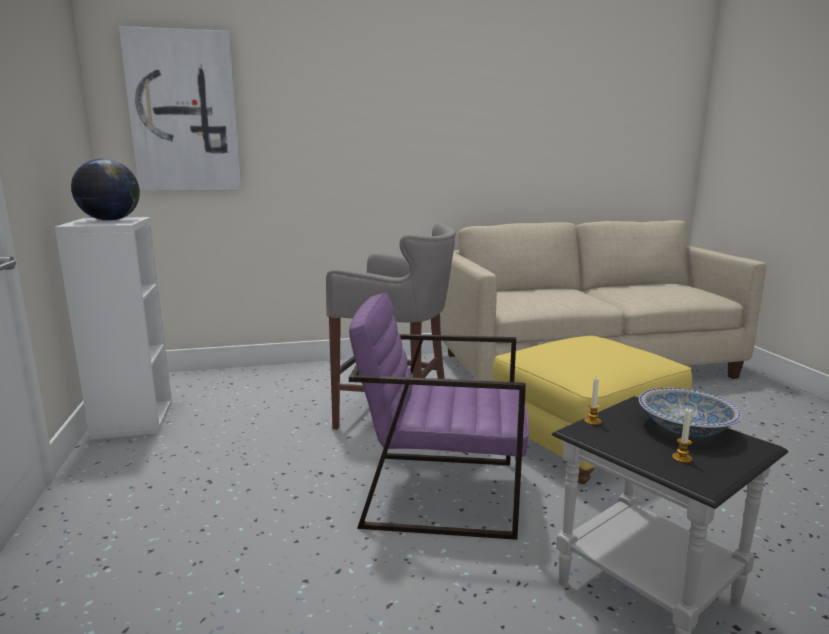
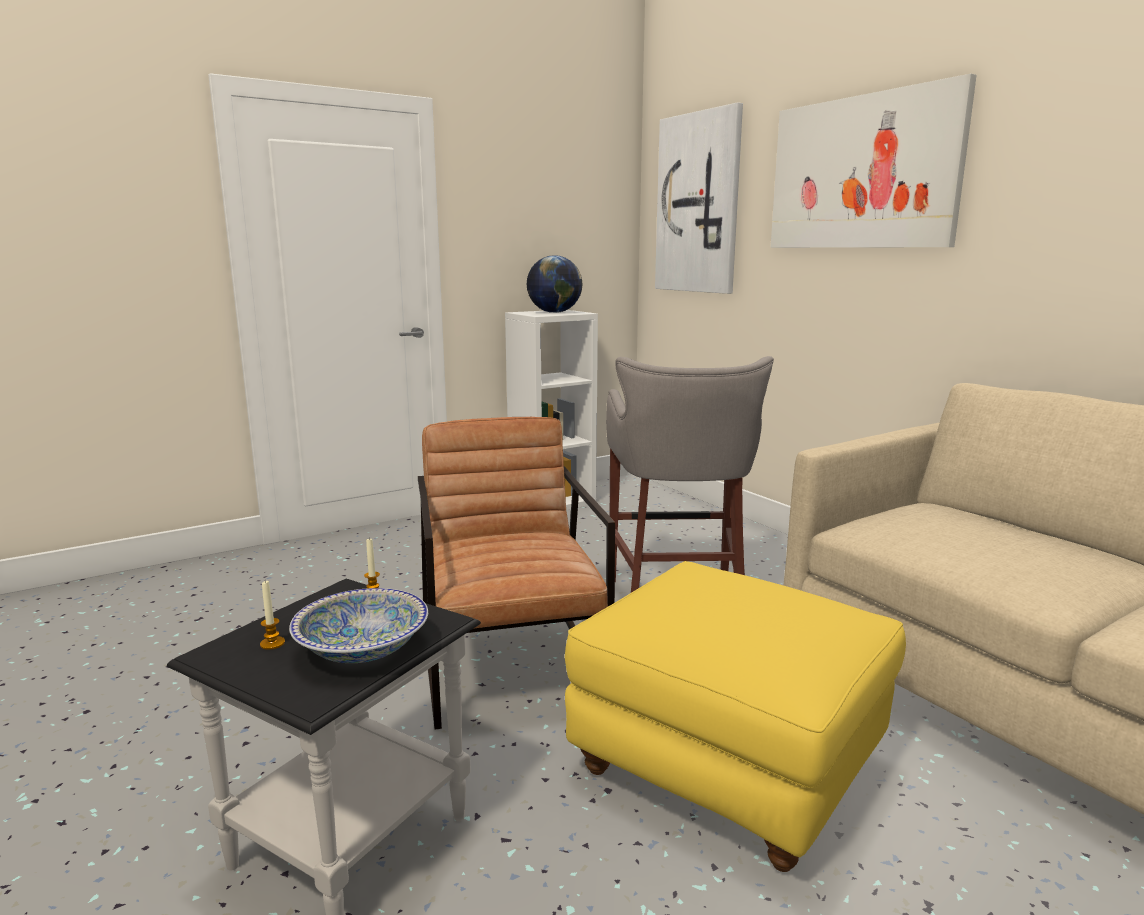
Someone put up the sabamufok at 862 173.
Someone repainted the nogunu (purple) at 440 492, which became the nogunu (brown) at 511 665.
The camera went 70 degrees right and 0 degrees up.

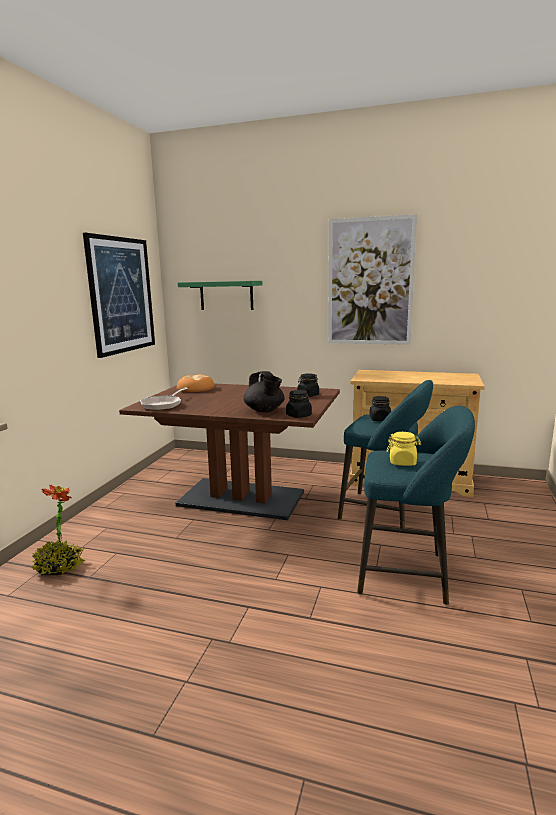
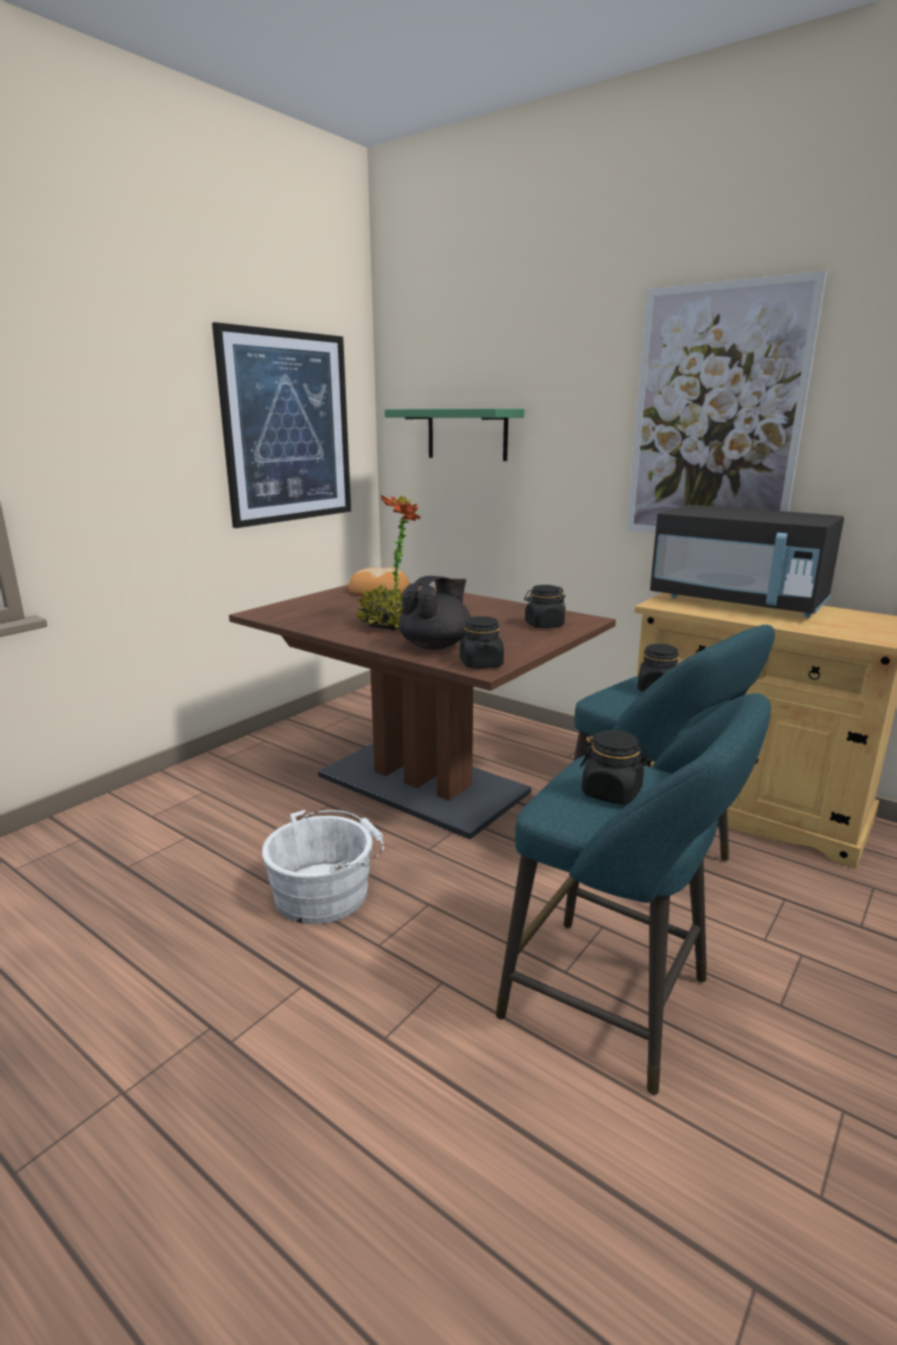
Someone took away the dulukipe at 163 405.
Someone put down the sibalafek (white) at 327 892.
Someone put down the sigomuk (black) at 737 603.
Someone carried the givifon from 59 567 to 391 625.
Someone repainted the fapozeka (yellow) at 402 462, which became the fapozeka (black) at 612 793.
Someone rotated the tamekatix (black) at 264 410 by 135 degrees counterclockwise.
The camera went 20 degrees right and 5 degrees up.

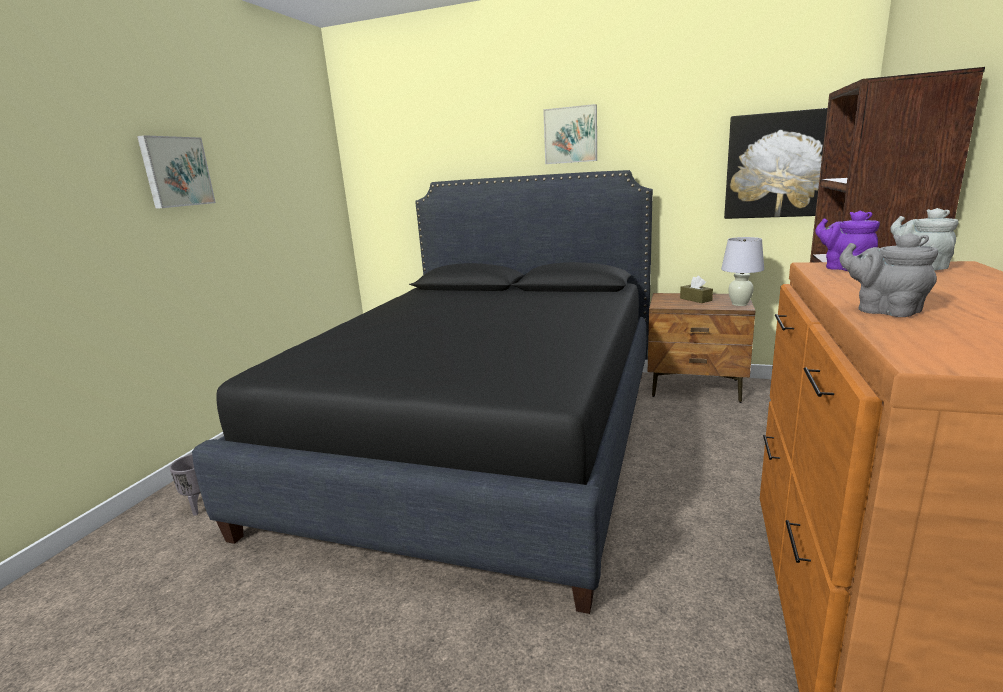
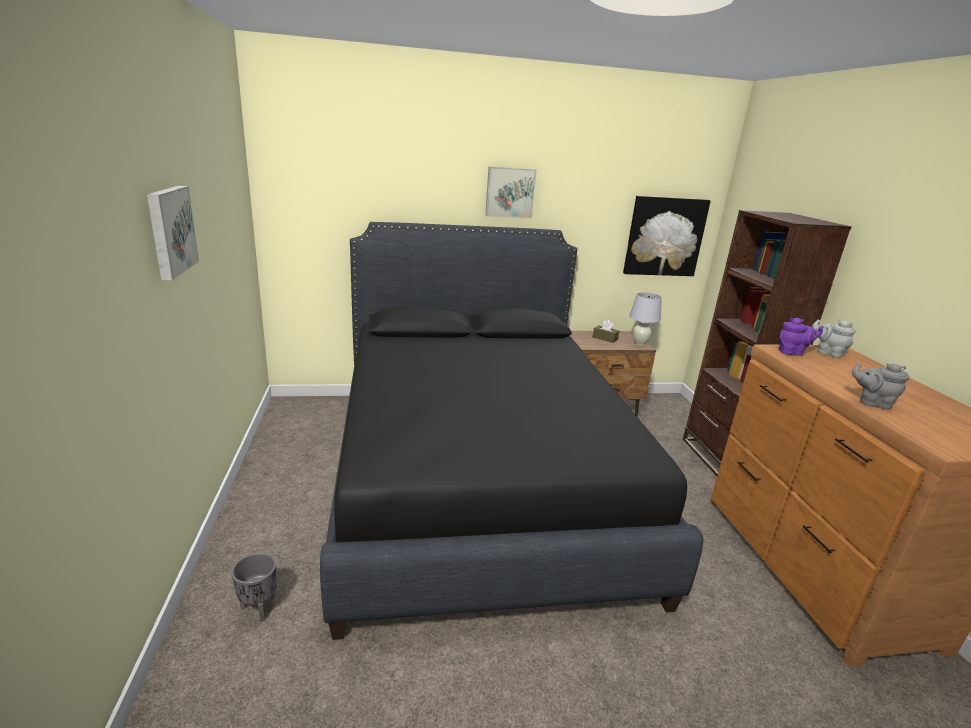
Someone rotated the tamekatix (purple) at 844 268 by 150 degrees clockwise.
The camera went 30 degrees left and 5 degrees up.

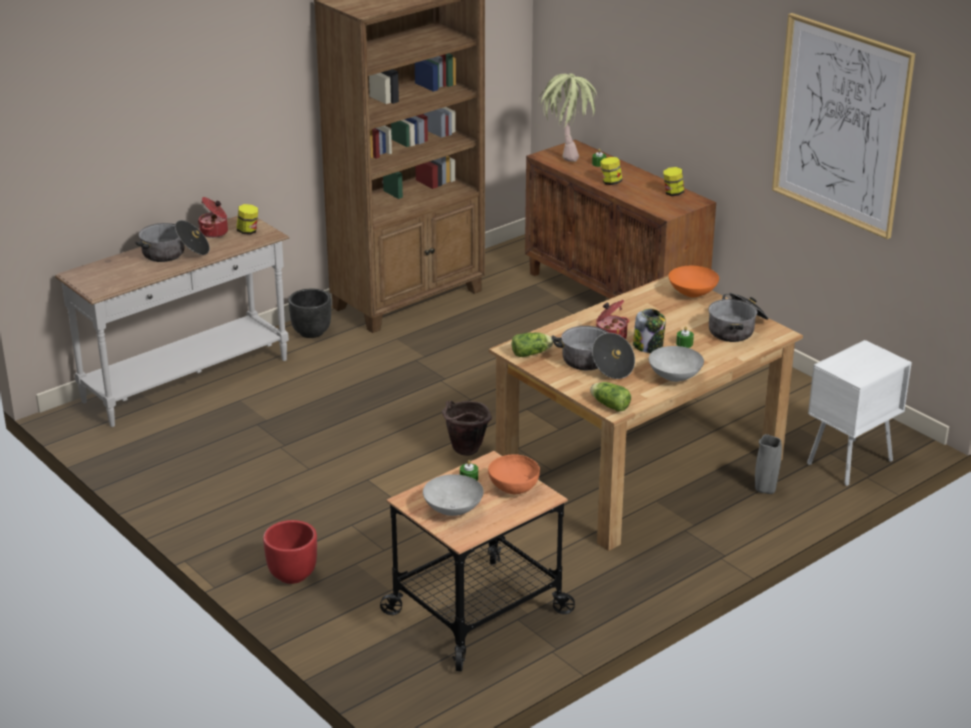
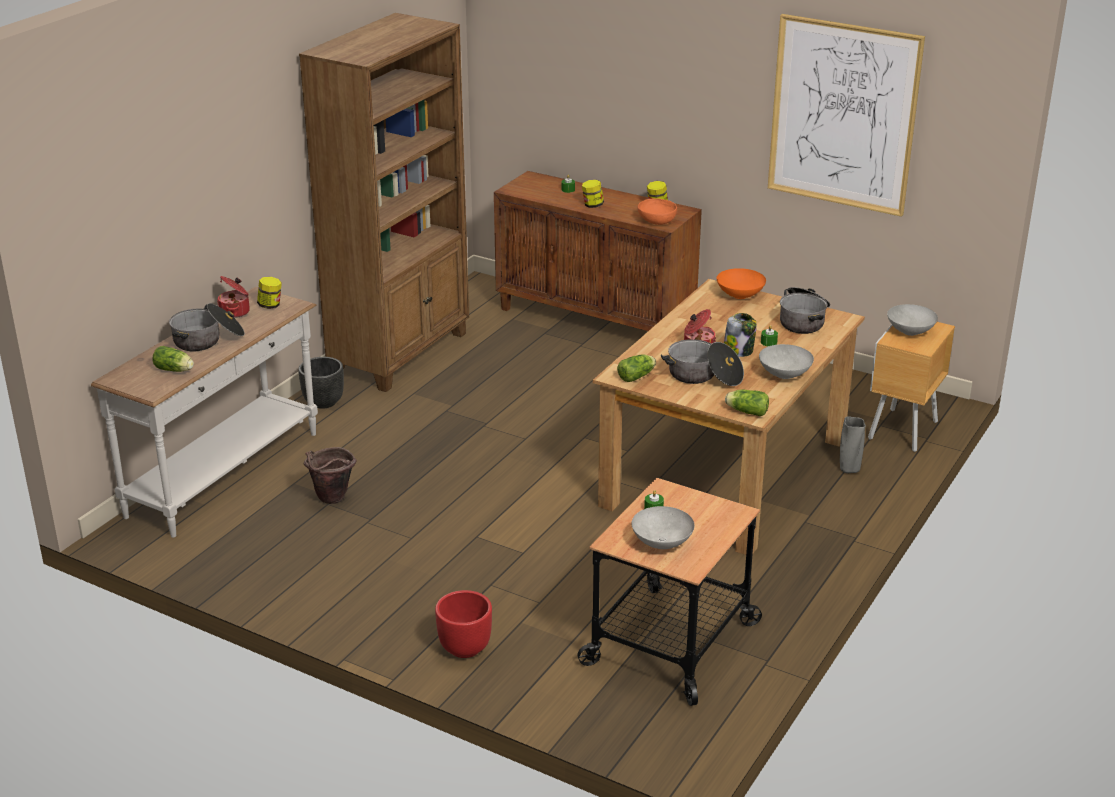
Someone took away the givifon at 567 153.
Someone put down the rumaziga at 175 370.
Someone put down the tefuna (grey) at 909 331.
Someone carried the sibalafek (brown) from 465 452 to 331 500.
Someone carried the tefuna (orange) from 513 486 to 656 221.
Someone repainted the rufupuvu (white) at 847 463, which became the rufupuvu (brown) at 901 431.
The camera went 20 degrees left and 0 degrees up.

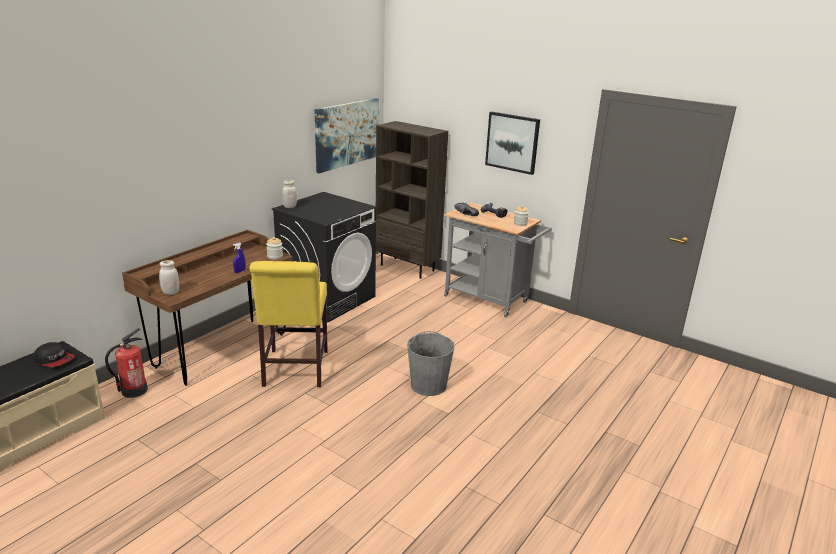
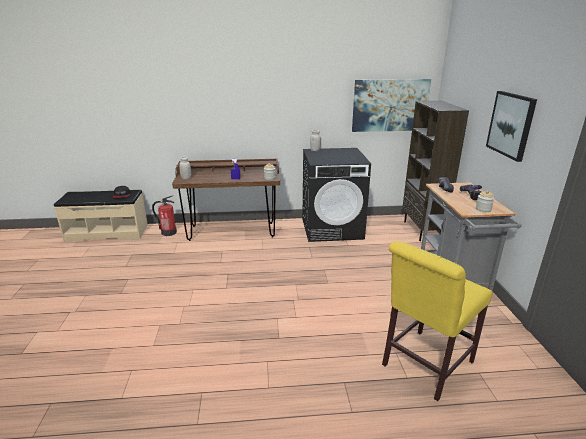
Someone took away the sibalafek (grey) at 428 385.
Someone carried the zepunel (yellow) from 294 370 to 424 365.
The camera went 50 degrees right and 0 degrees up.

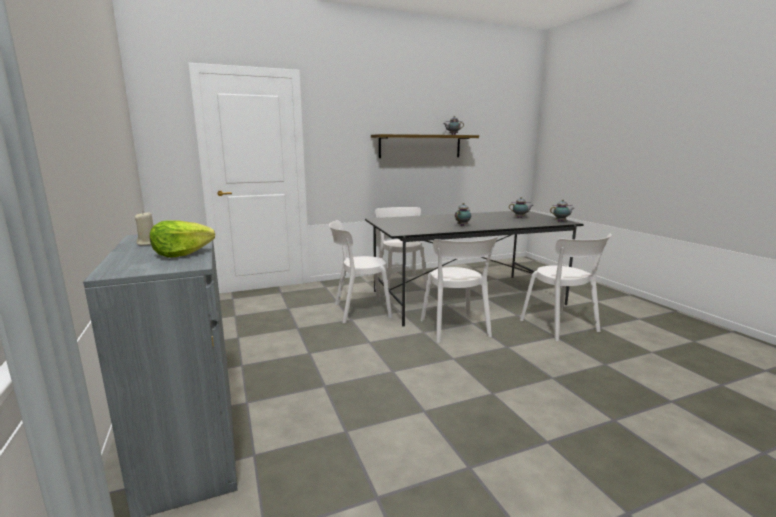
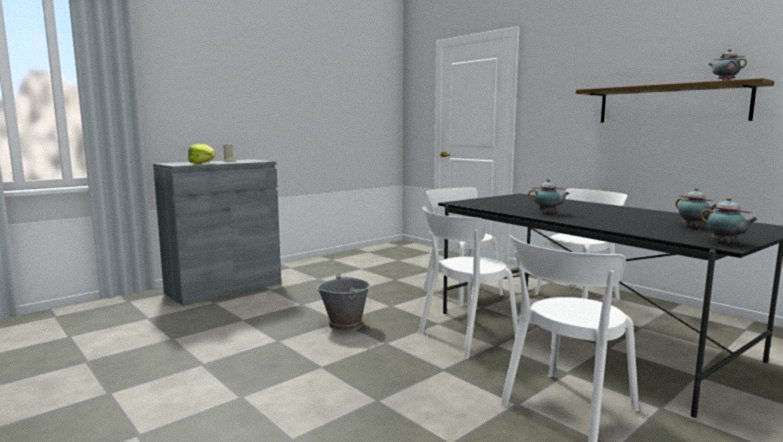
Someone put down the sibalafek (grey) at 345 324.
The camera went 70 degrees right and 5 degrees down.

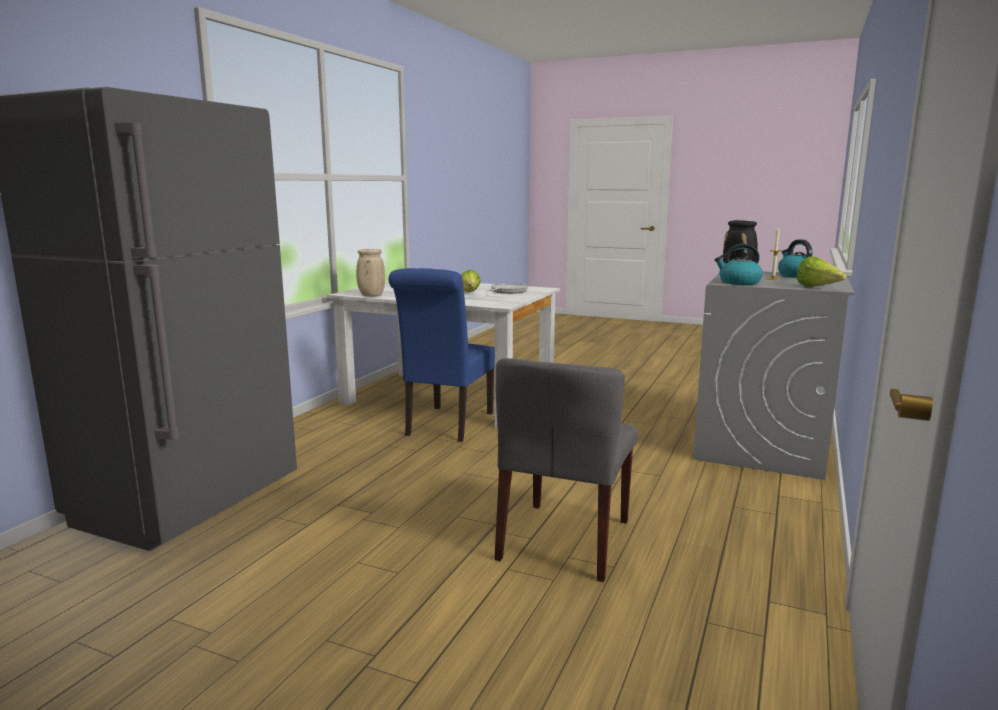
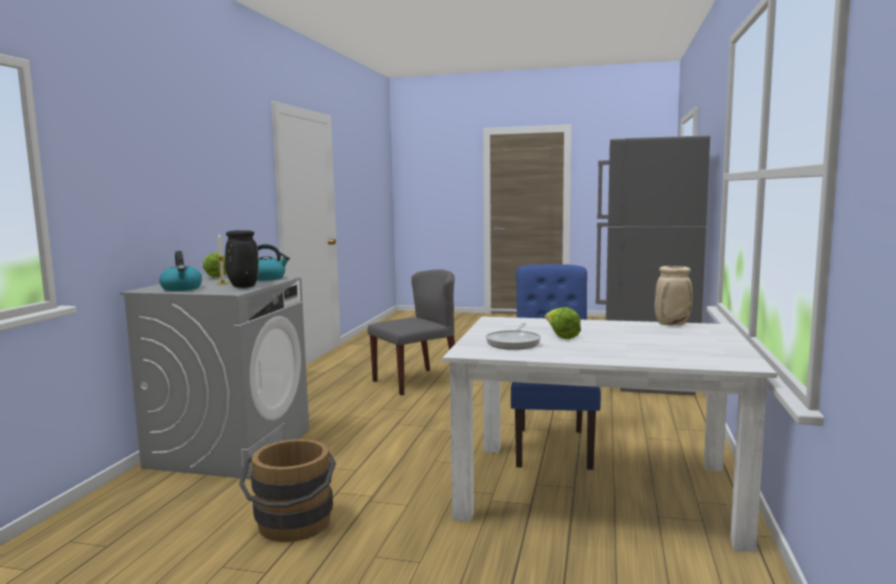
Someone put down the sibalafek (brown) at 292 527.
Someone rotated the zepunel (grey) at 565 540 by 45 degrees clockwise.
The camera went 170 degrees right and 5 degrees down.

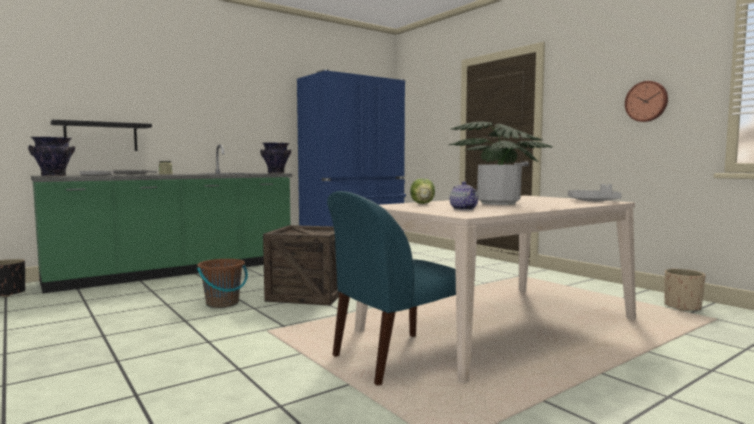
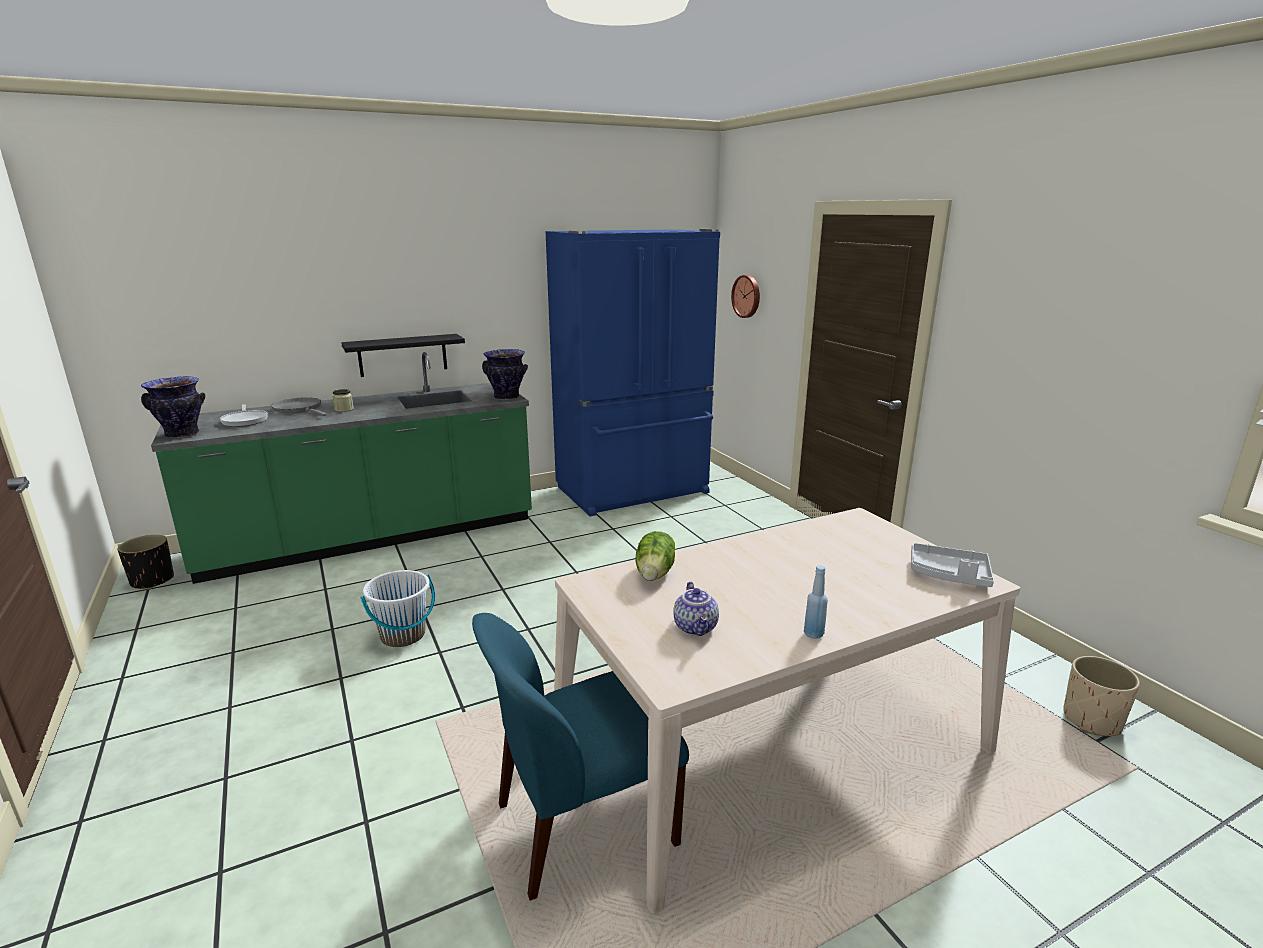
Someone took away the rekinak at 308 294.
Someone took away the givifon at 498 203.
Someone put down the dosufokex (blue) at 813 634.
Someone carried the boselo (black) from 101 136 to 403 355.
Someone carried the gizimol from 646 101 to 747 296.
Someone repainted the sibalafek (brown) at 222 304, which became the sibalafek (white) at 403 635.
The camera went 10 degrees right and 15 degrees up.

